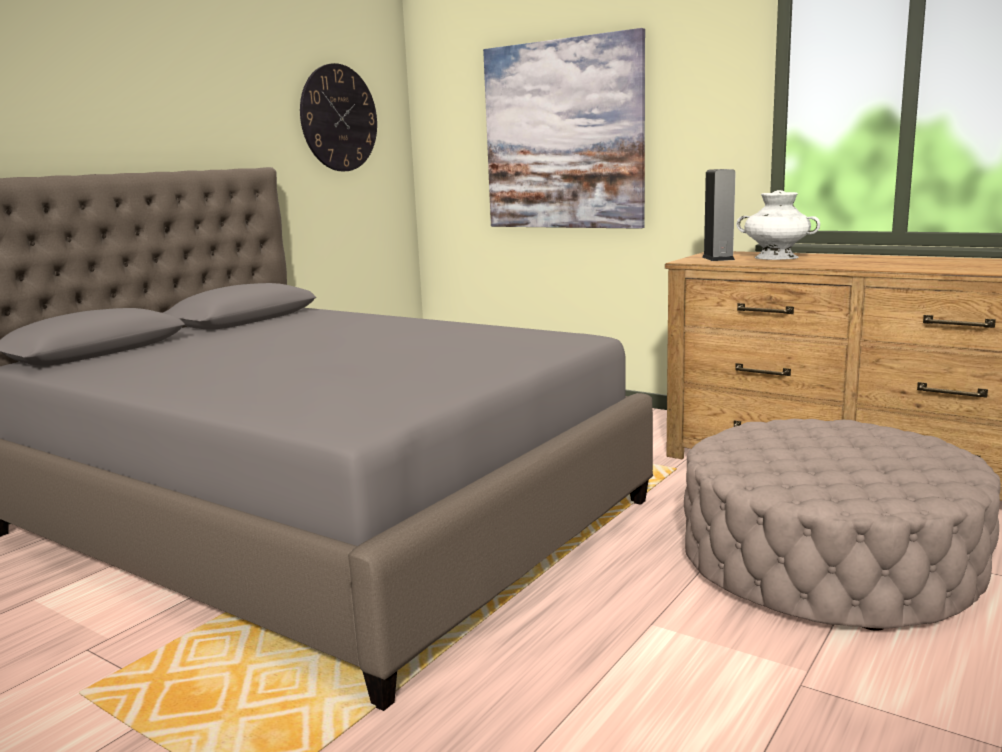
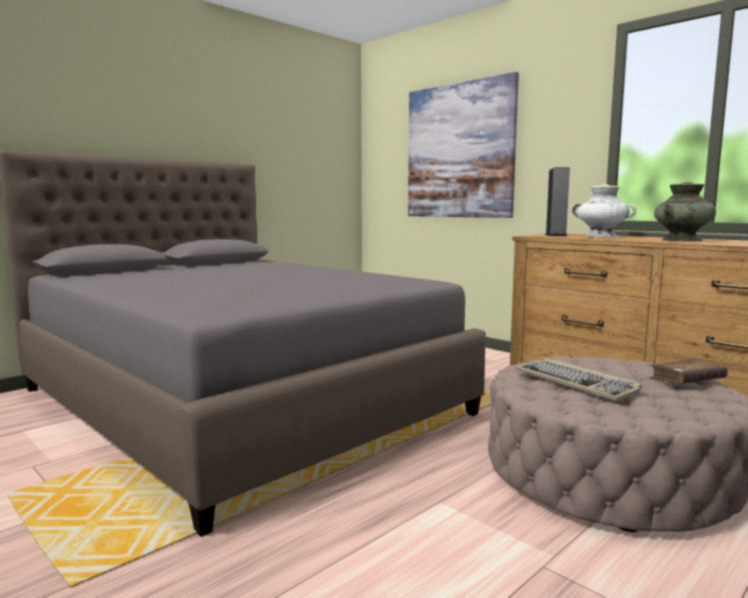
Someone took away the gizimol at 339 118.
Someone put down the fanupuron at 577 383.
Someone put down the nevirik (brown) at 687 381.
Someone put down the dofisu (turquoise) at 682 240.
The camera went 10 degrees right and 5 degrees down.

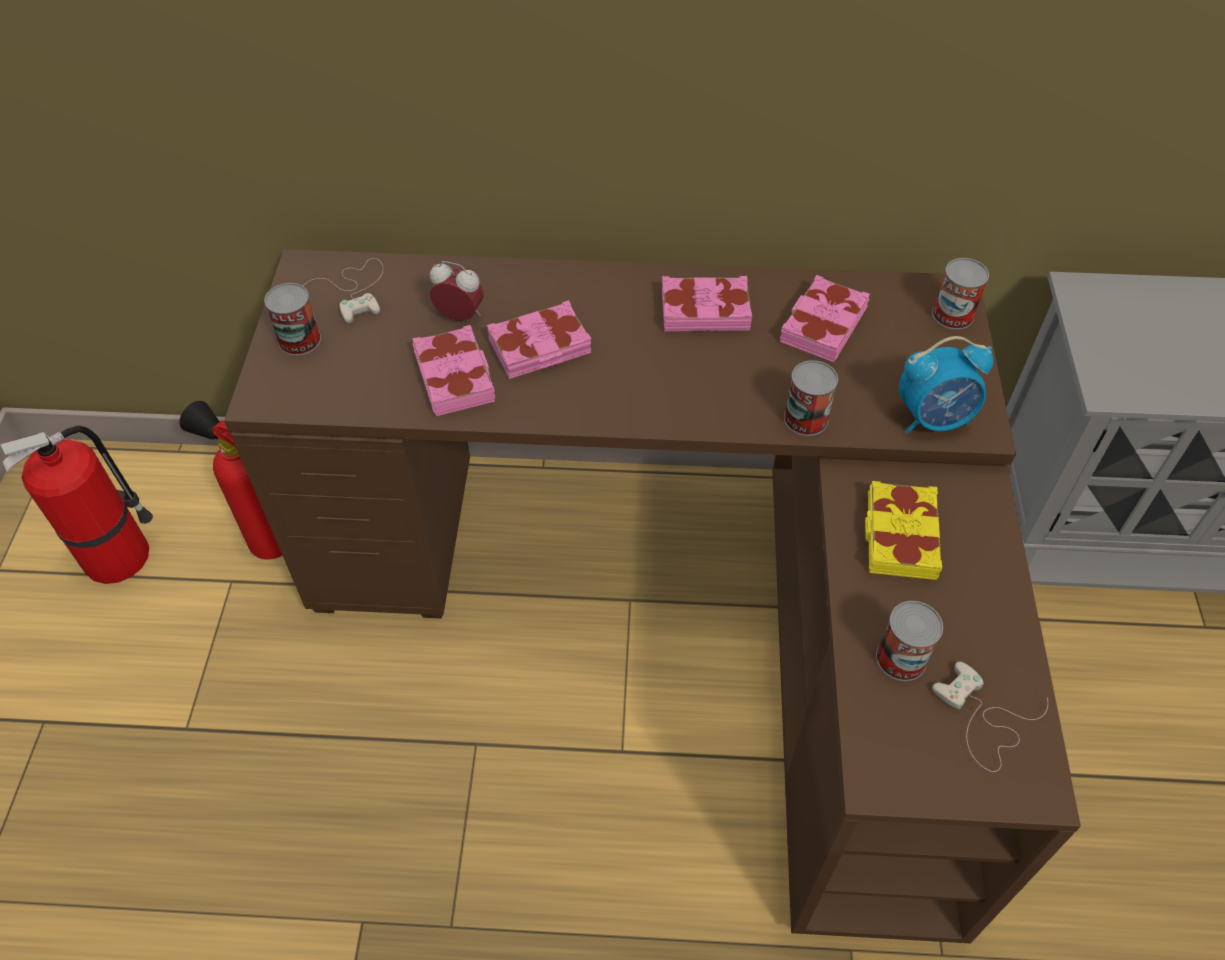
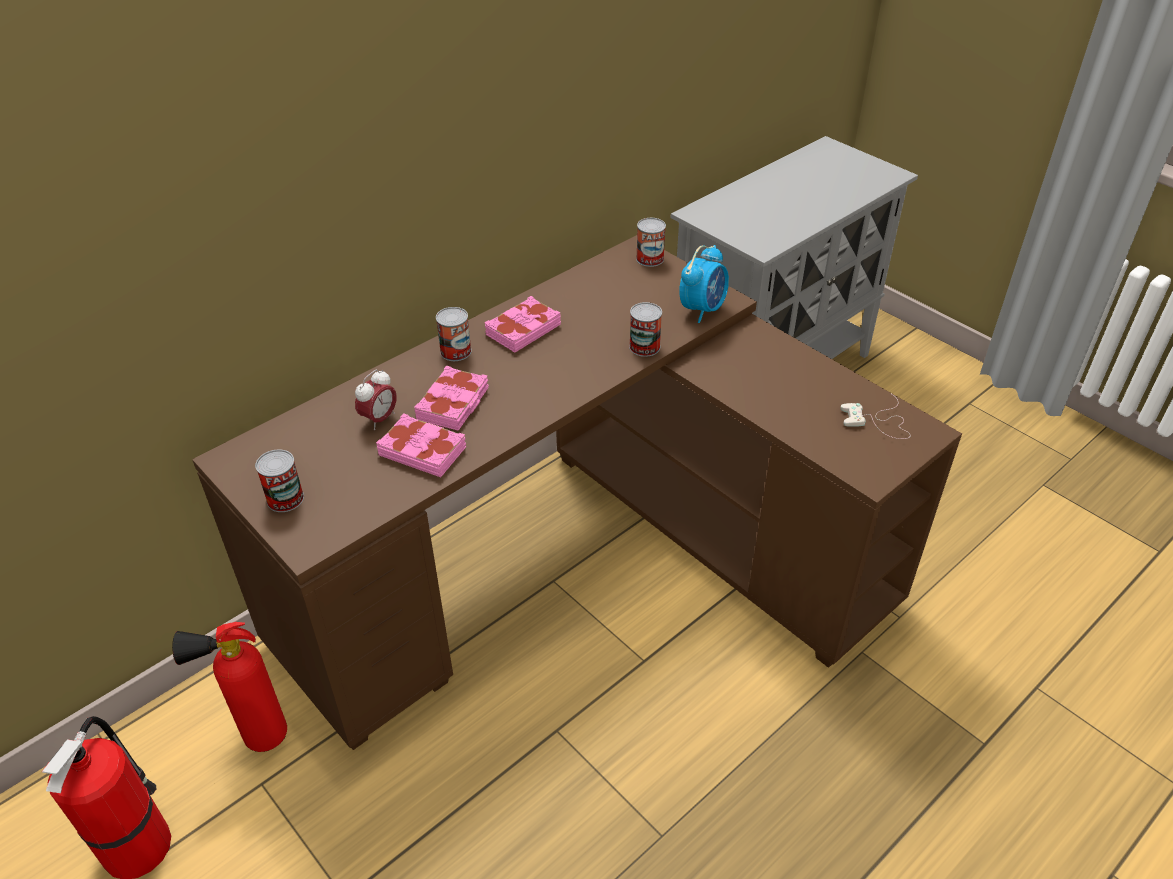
Someone took away the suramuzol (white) at 356 290.
Someone took away the nevirik (pink) at 822 325.
Someone took away the nevirik (yellow) at 899 536.
Someone carried the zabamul from 901 658 to 455 351.
Someone rotated the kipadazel at 460 316 by 150 degrees clockwise.
The camera went 45 degrees left and 10 degrees down.

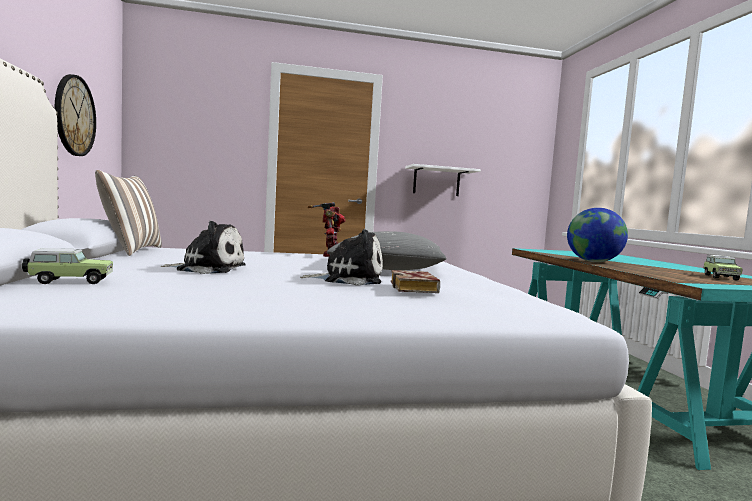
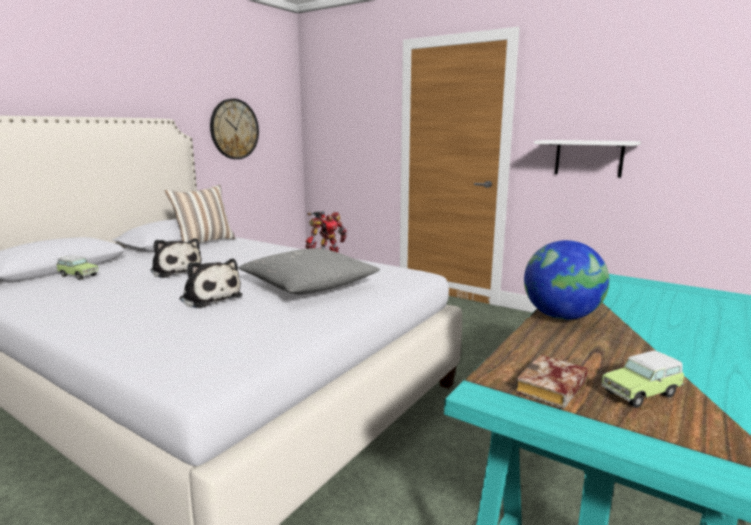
Someone carried the nevirik from 416 288 to 552 389.
The camera went 45 degrees right and 10 degrees up.

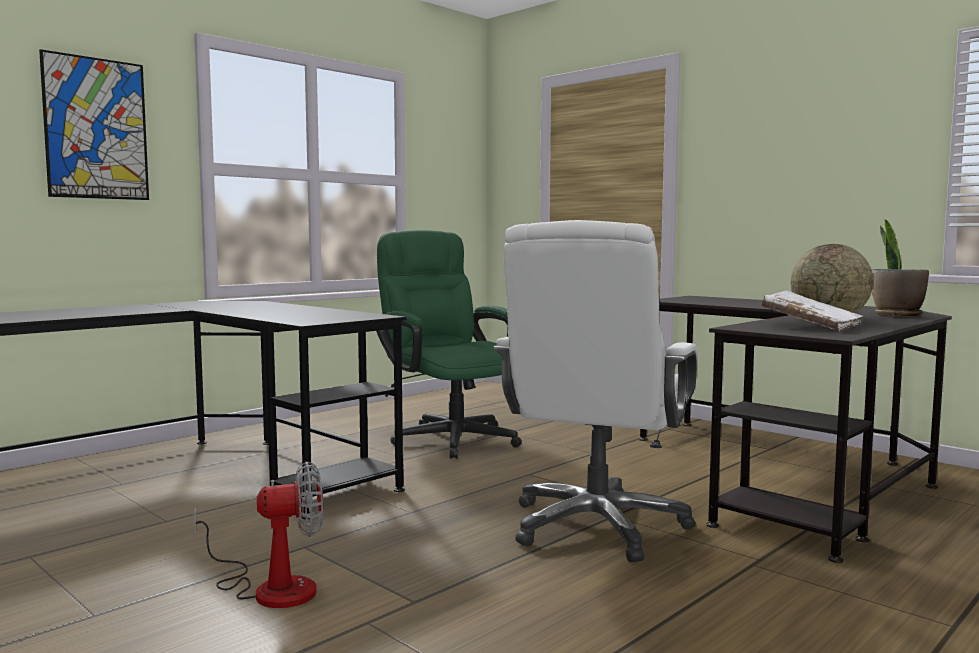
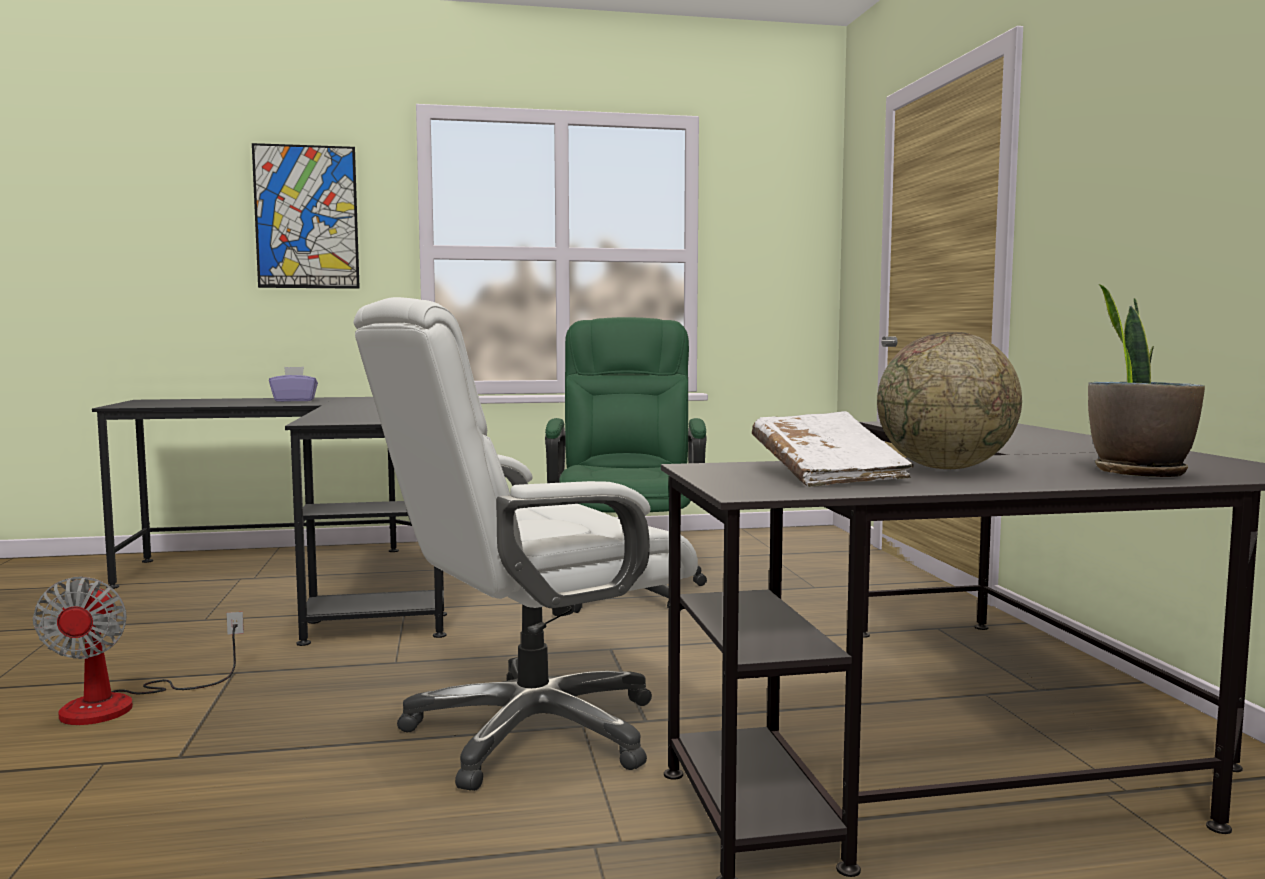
Someone put down the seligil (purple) at 294 400.
Someone rotated the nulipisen at 270 588 by 60 degrees clockwise.
The camera went 35 degrees right and 0 degrees up.

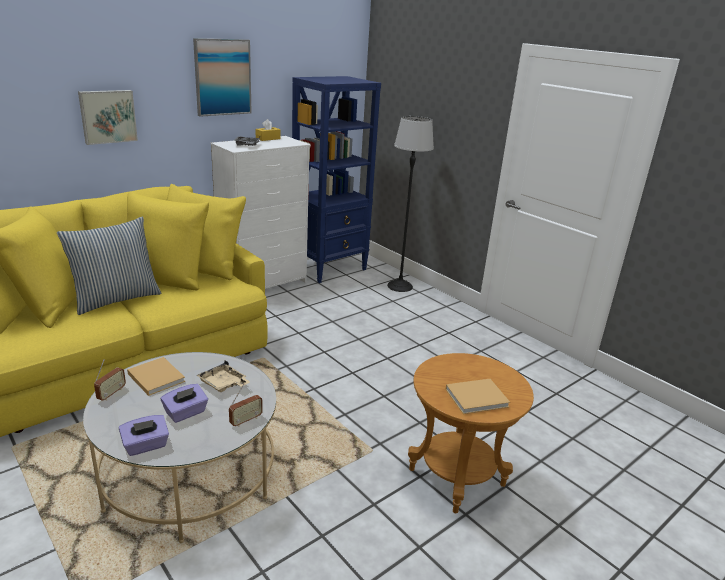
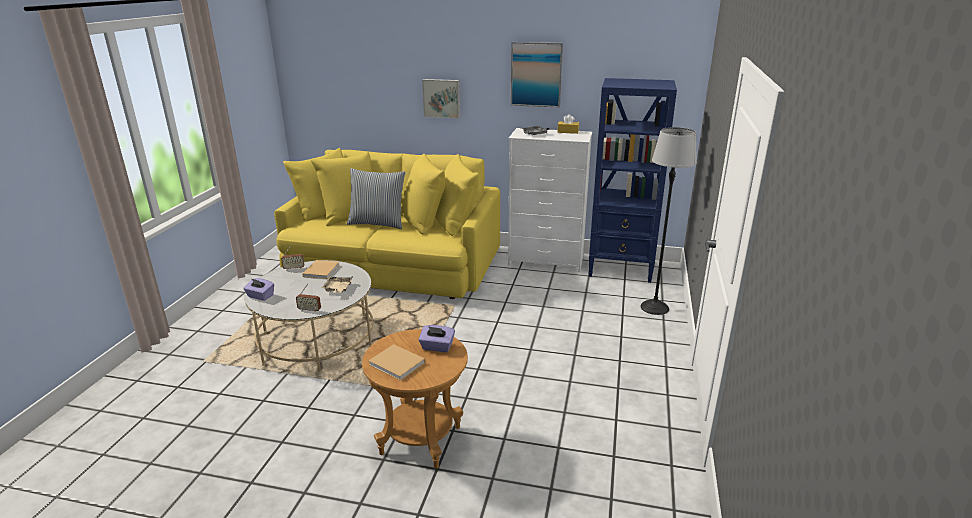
Someone carried the seligil (purple) from 186 413 to 437 347.
The camera went 55 degrees right and 0 degrees up.

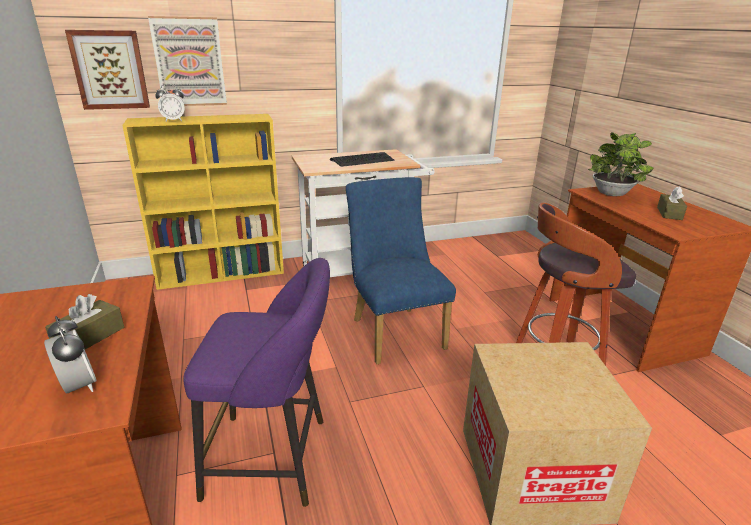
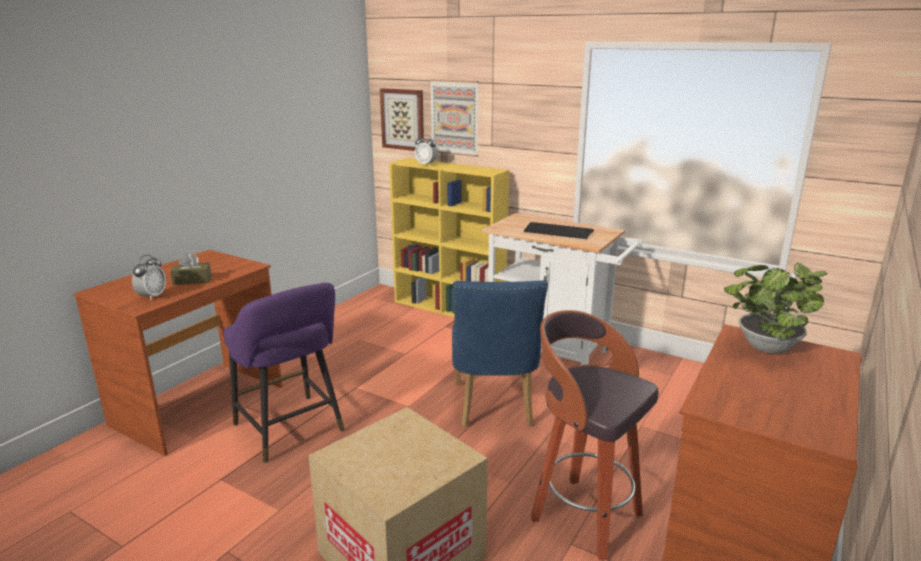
Someone took away the seligil (brown) at 669 213.
Someone rotated the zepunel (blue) at 394 330 by 150 degrees clockwise.
The camera went 50 degrees right and 5 degrees down.

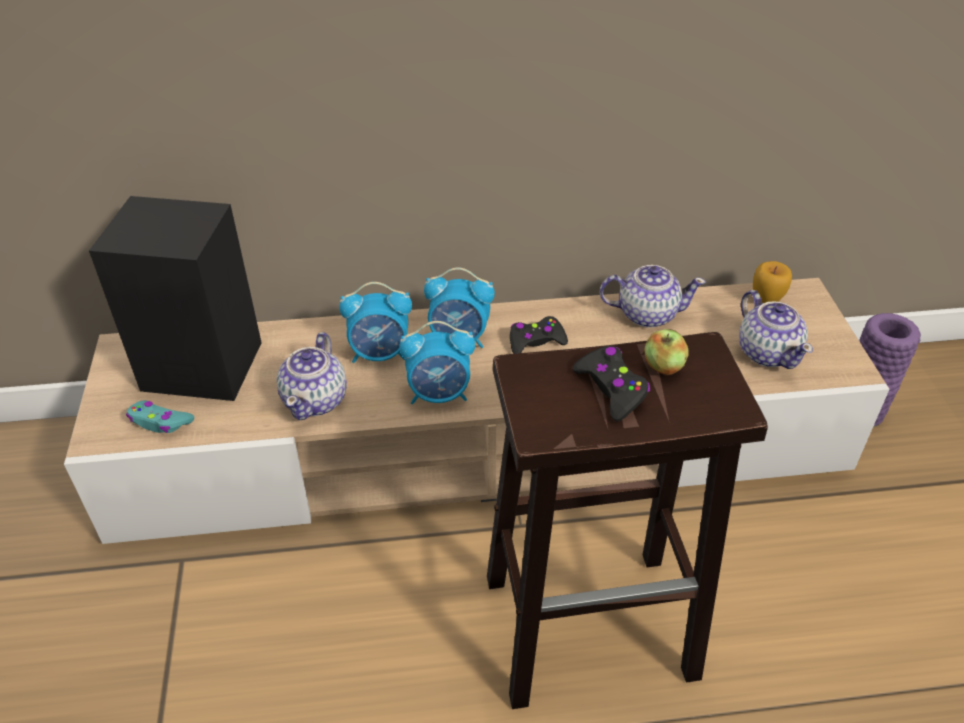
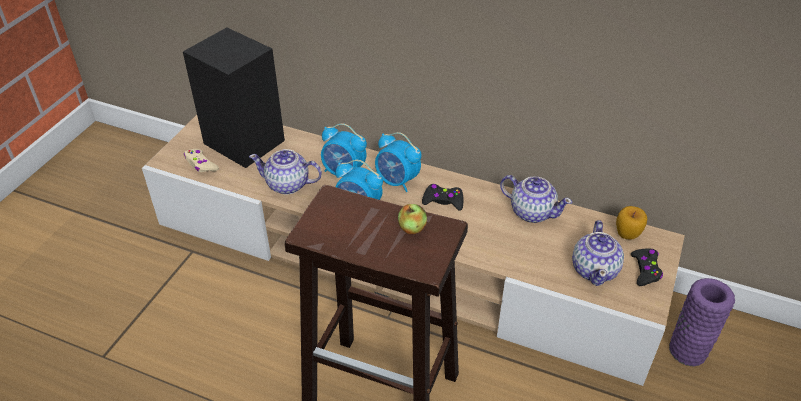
Someone carried the suramuzol (black) from 611 389 to 645 270.
Someone repainted the suramuzol (turquoise) at 160 422, which became the suramuzol (beige) at 201 164.
Someone rotated the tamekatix at 316 400 by 60 degrees clockwise.
The camera went 30 degrees right and 0 degrees up.

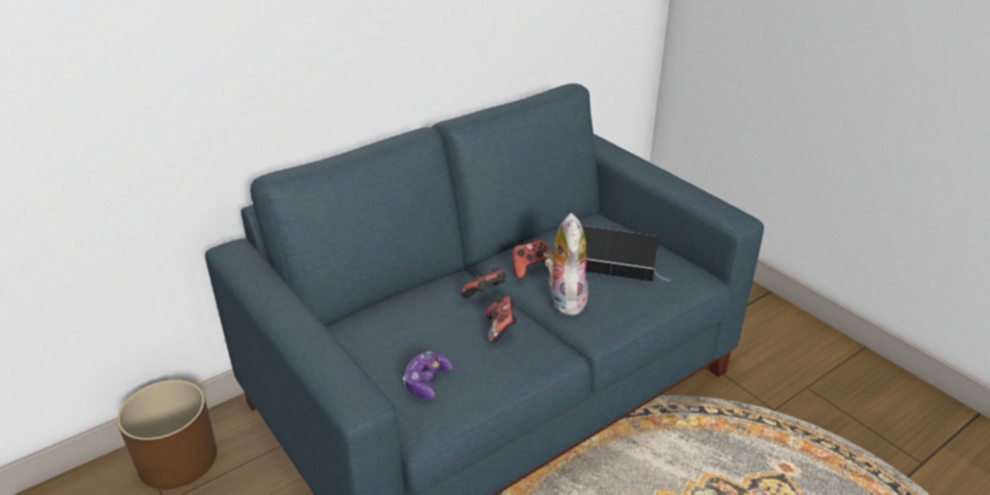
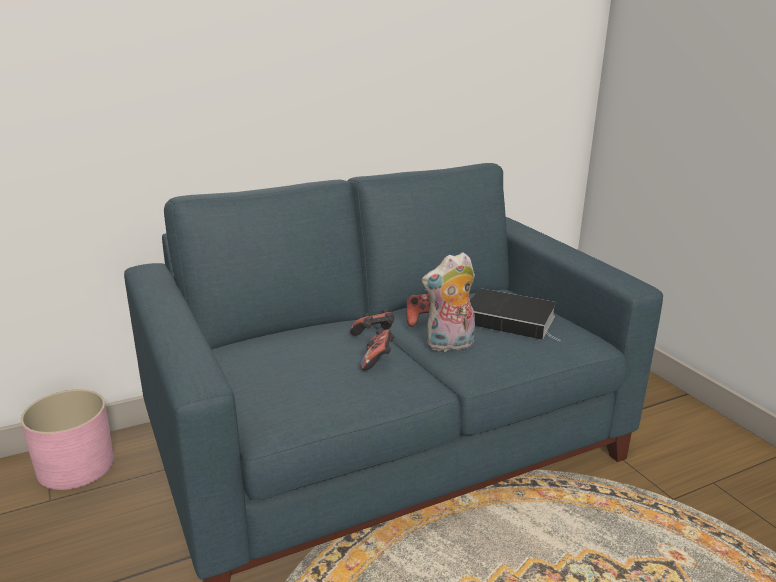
Someone took away the suramuzol at 426 382.
Someone repainted the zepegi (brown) at 178 458, which became the zepegi (pink) at 76 466.
Someone rotated the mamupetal at 564 299 by 120 degrees counterclockwise.
The camera went 10 degrees right and 10 degrees down.

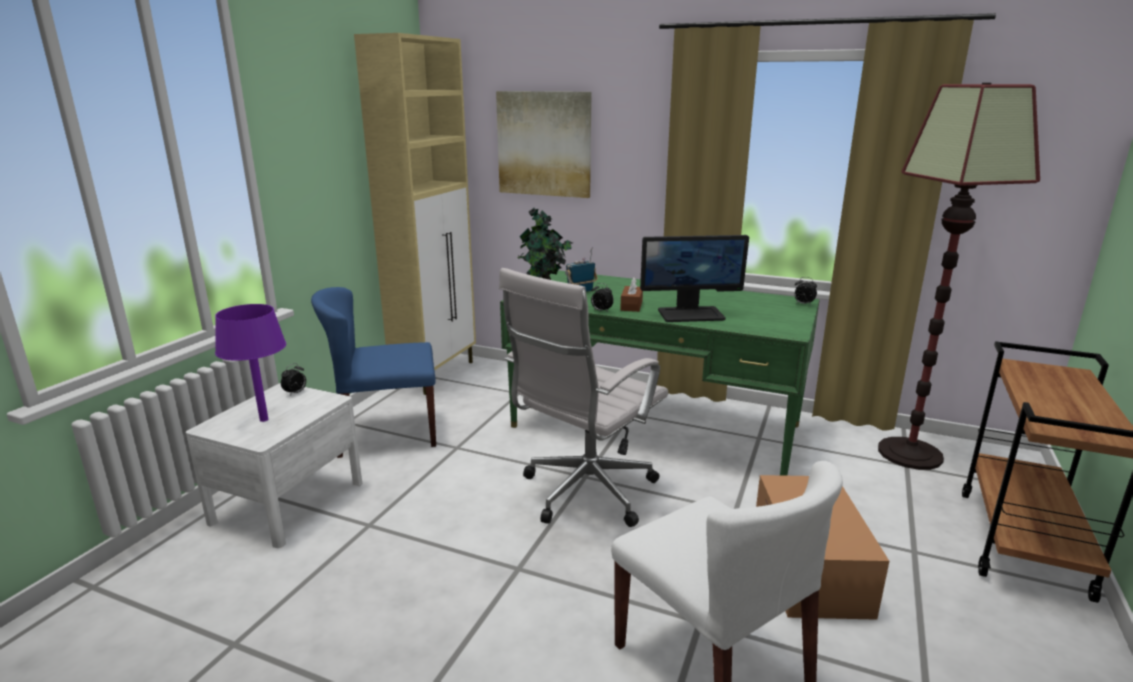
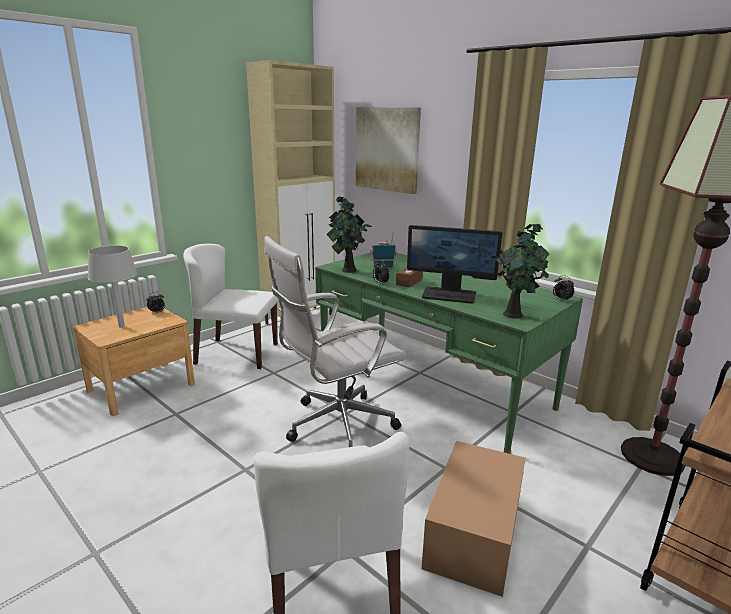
Someone put down the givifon at 514 314.
Someone repainted the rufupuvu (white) at 288 502, which became the rufupuvu (brown) at 141 387.
Someone repainted the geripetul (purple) at 263 420, which became the geripetul (grey) at 121 326.
Someone repainted the zepunel (blue) at 387 433, which became the zepunel (white) at 236 353.
The camera went 20 degrees right and 0 degrees up.

